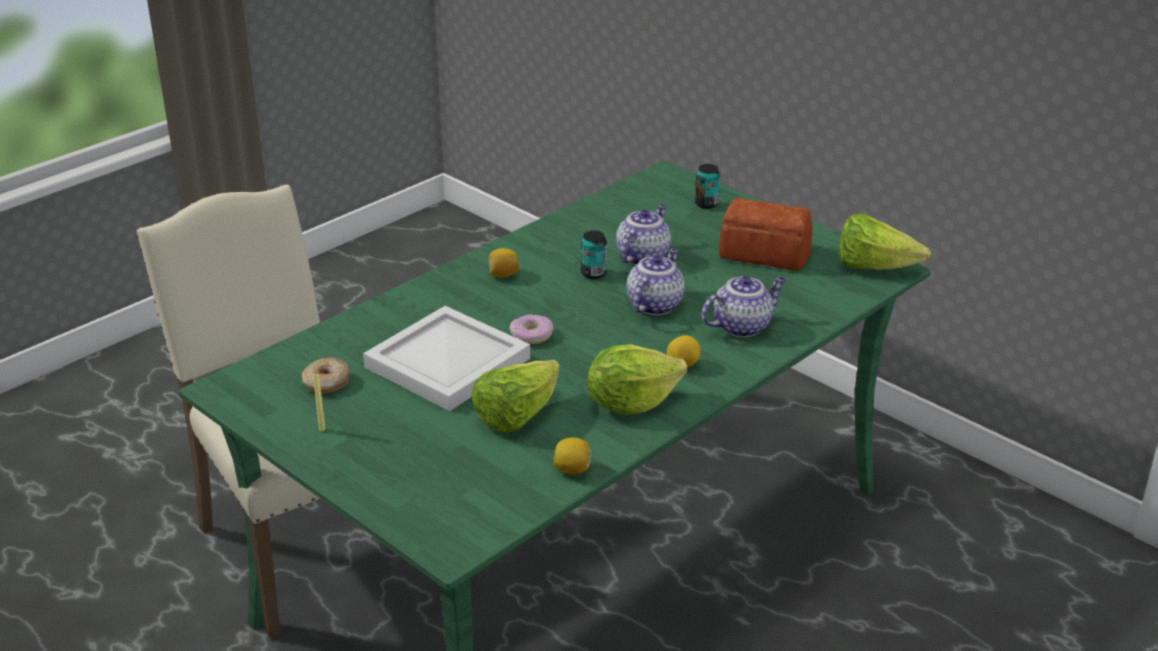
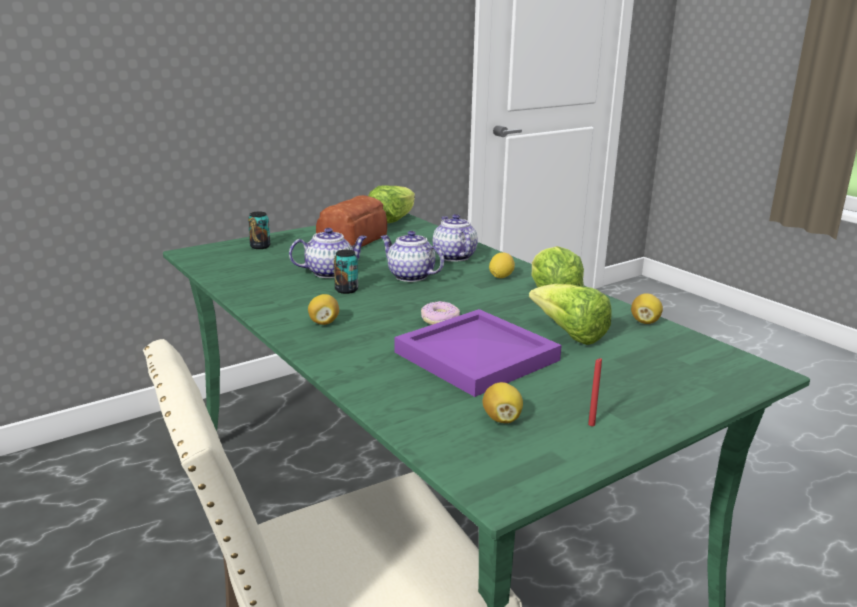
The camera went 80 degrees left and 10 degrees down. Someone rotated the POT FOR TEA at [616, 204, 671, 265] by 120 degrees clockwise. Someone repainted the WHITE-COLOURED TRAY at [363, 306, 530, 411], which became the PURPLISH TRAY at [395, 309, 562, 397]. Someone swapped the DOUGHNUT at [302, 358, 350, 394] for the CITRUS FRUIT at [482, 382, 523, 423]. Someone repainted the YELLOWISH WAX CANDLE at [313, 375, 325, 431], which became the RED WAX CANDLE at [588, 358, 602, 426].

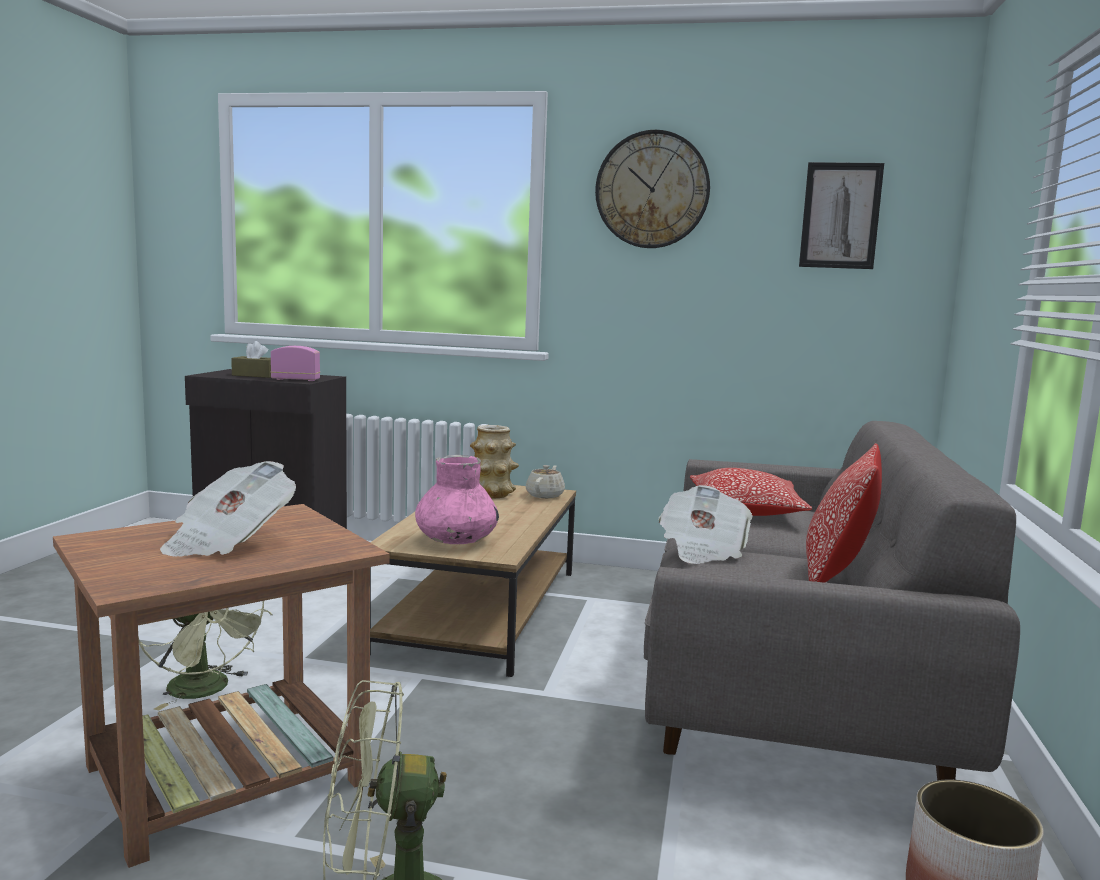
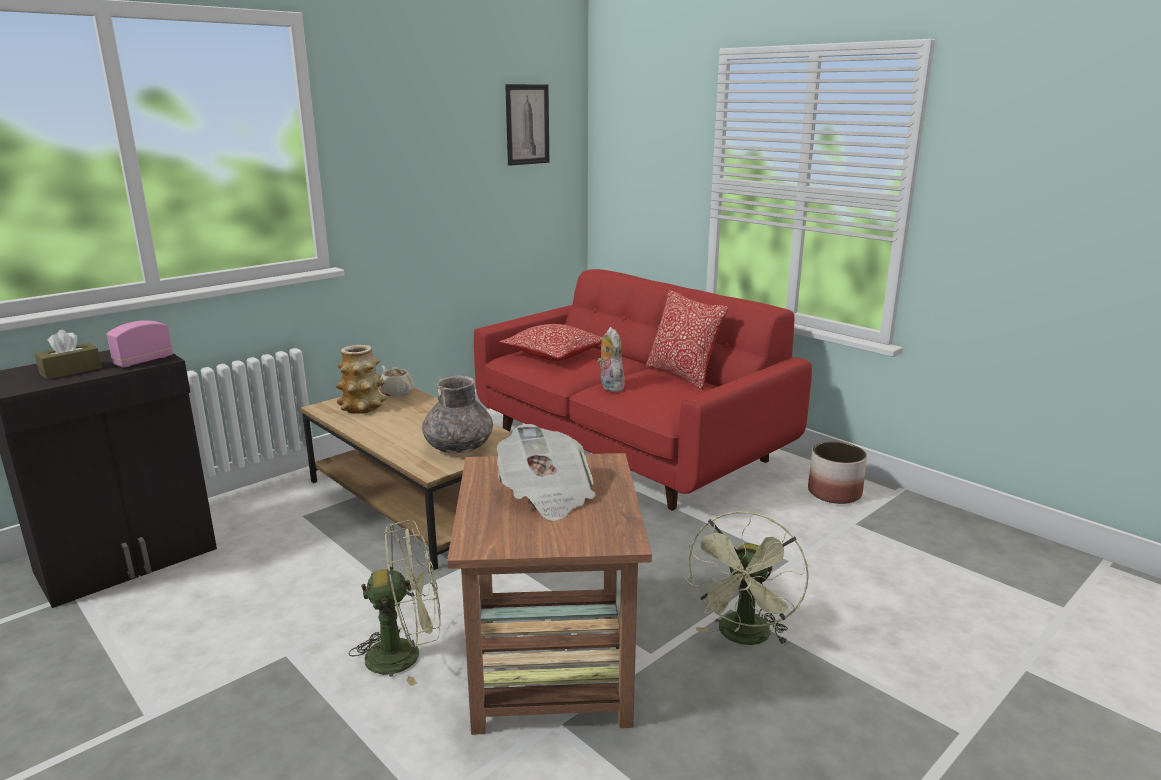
The camera went 55 degrees left and 10 degrees up. Someone took away the HANGING CLOCK at [595, 130, 710, 248]. Someone repainted the GREY SOFA at [644, 421, 1020, 780], which became the RED SOFA at [474, 269, 812, 510]. Someone repainted the PINK DECORATIVE VASE at [415, 455, 499, 544], which became the GREY DECORATIVE VASE at [422, 376, 493, 453]. Someone swapped the NEWSPAPER at [658, 485, 753, 564] for the SOFT TOY at [597, 327, 625, 392].

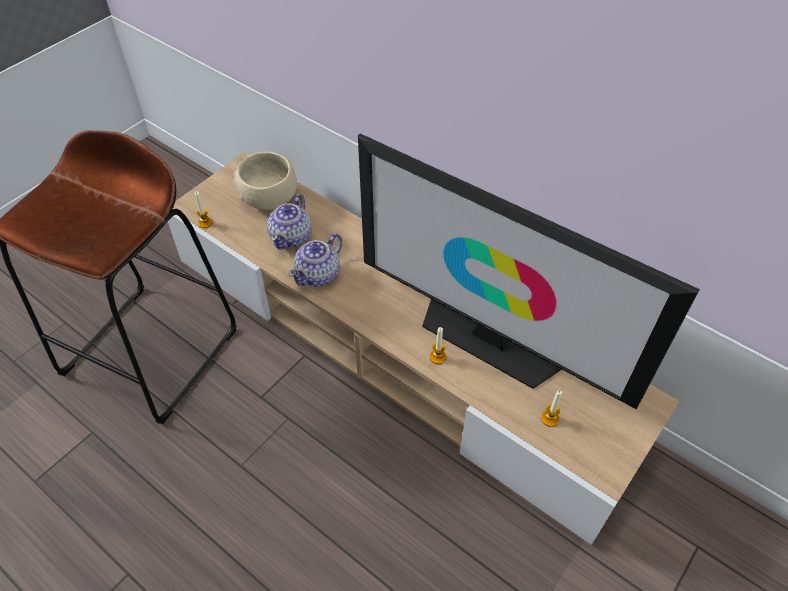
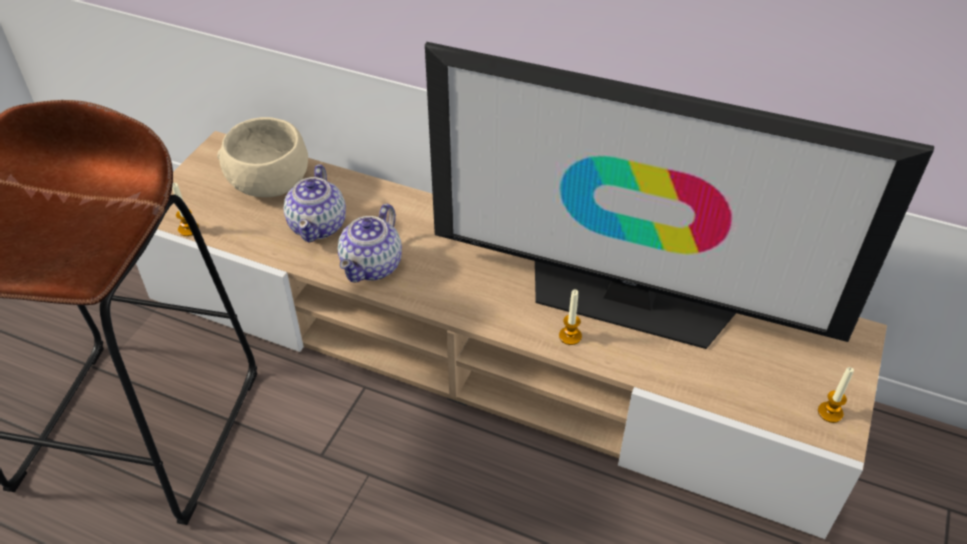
The camera went 15 degrees left and 5 degrees down. Someone carried the WAX CANDLE from [541, 391, 562, 427] to [818, 367, 854, 423].

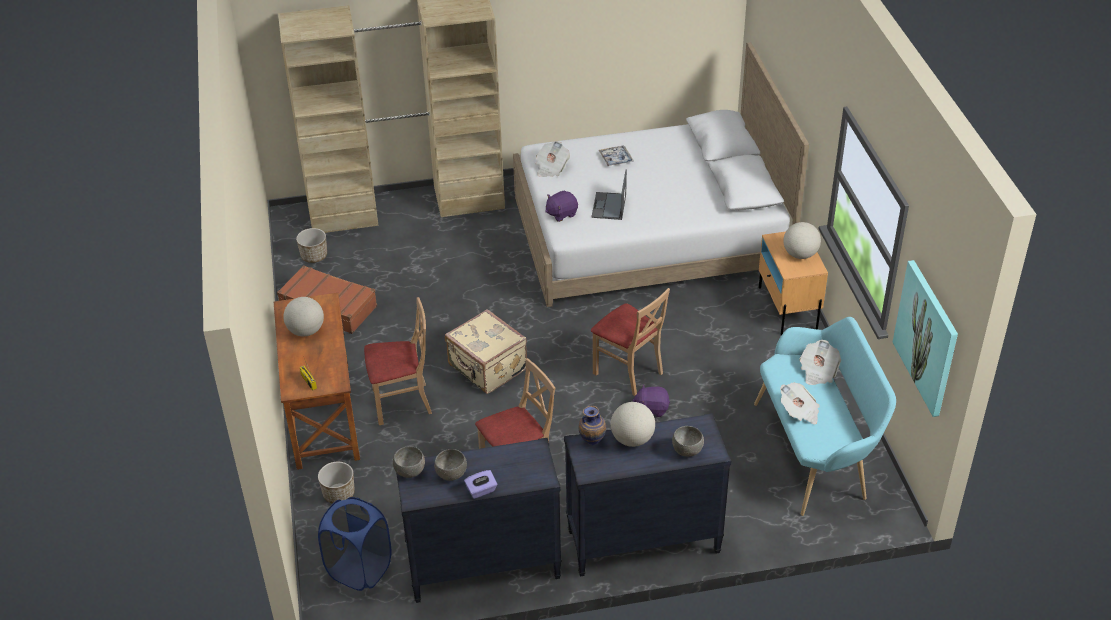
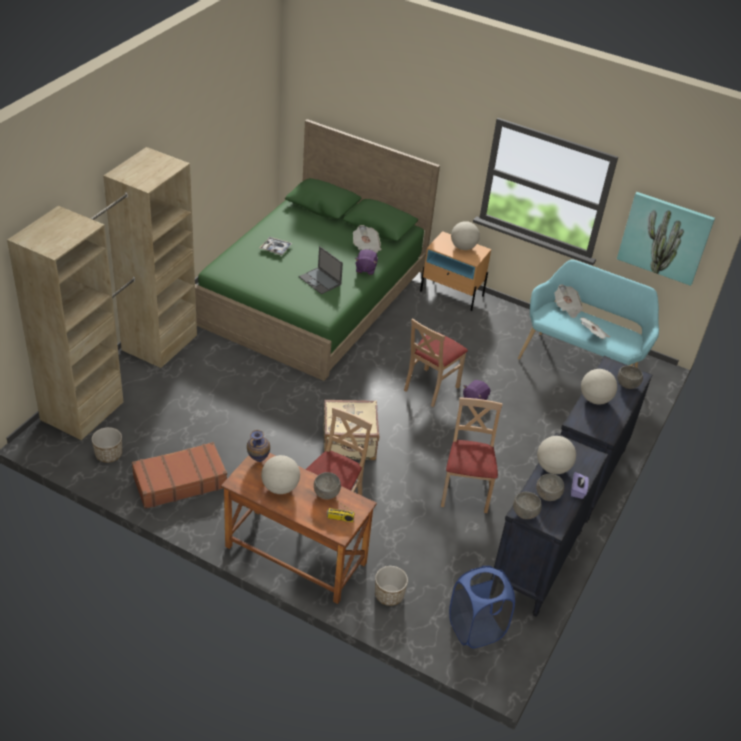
The camera went 55 degrees left and 0 degrees up. Someone repainted the WHITE-COLOURED BED at [513, 42, 809, 307], which became the GREEN BED at [195, 119, 440, 381]. Someone carried the NEWSPAPER from [536, 141, 570, 177] to [353, 225, 381, 253]. Someone carried the PURPLISH SOFT TOY from [545, 191, 578, 222] to [355, 249, 378, 275]. Someone rotated the BEIGE CHAIR at [591, 288, 670, 396] by 135 degrees clockwise. Someone carried the DECORATIVE VASE from [579, 406, 606, 445] to [247, 430, 270, 462]. Someone put down the WORLD GLOBE at [537, 436, 576, 474]. Someone put down the GREY SERVING BOWL at [314, 472, 341, 499].

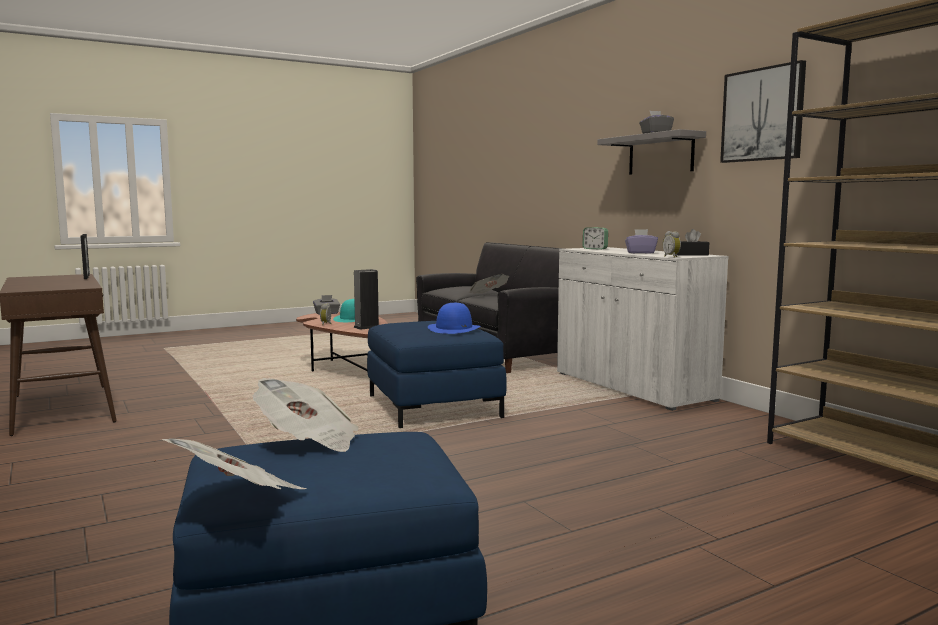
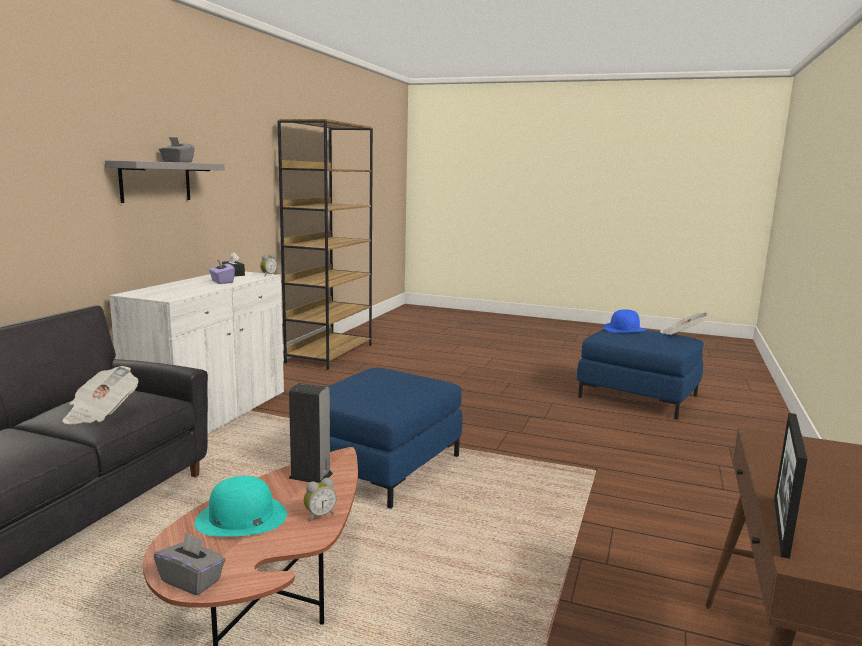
The camera went 130 degrees left and 5 degrees up. Someone took away the WALL ART at [720, 60, 806, 163]. Someone took away the ALARM CLOCK at [583, 227, 608, 250]. Someone carried the BLUISH WEARABLE HAT from [428, 303, 480, 334] to [603, 309, 646, 333]. Someone took away the NEWSPAPER at [253, 378, 359, 452].

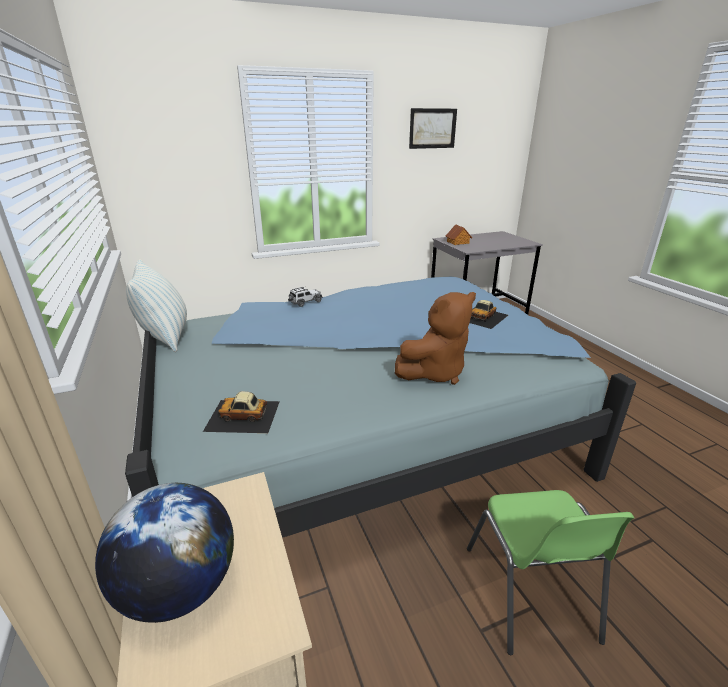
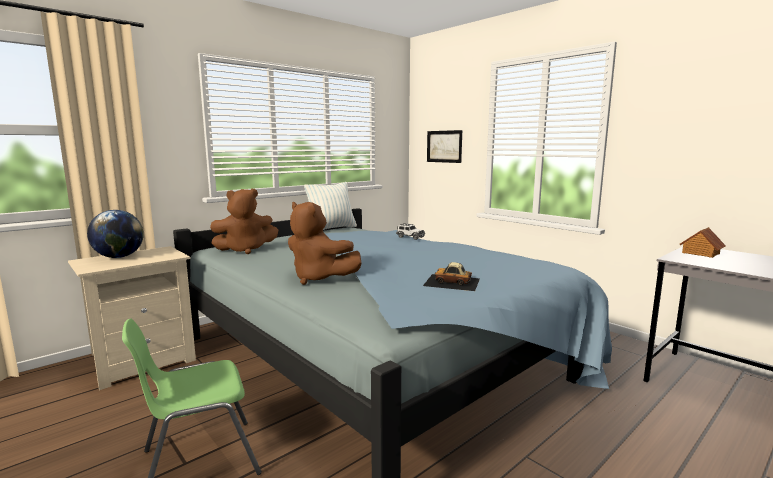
The camera went 70 degrees right and 15 degrees down. Someone carried the WALL ART from [409, 108, 457, 149] to [427, 130, 462, 163]. Someone swapped the MINIATURE CAR at [203, 391, 280, 433] for the BROWN SOFT TOY at [210, 189, 278, 254].

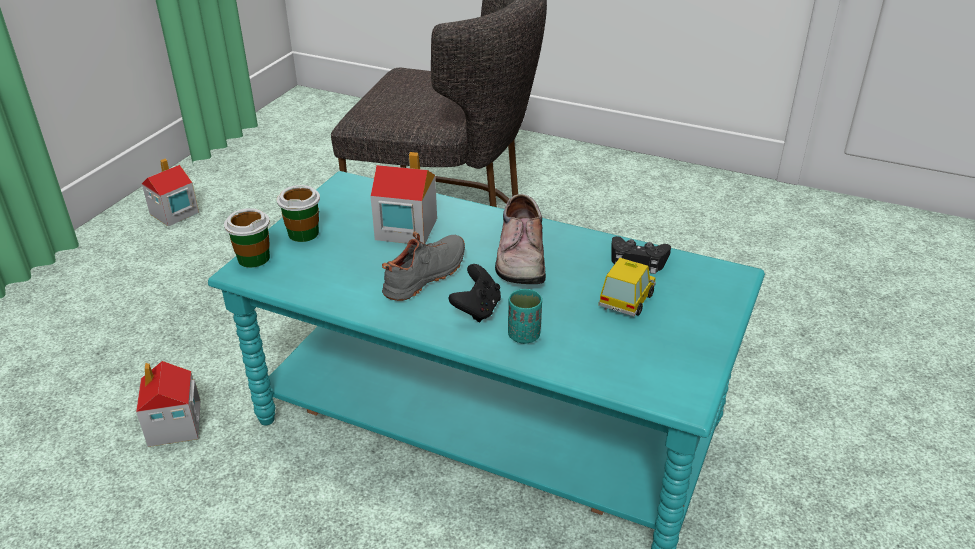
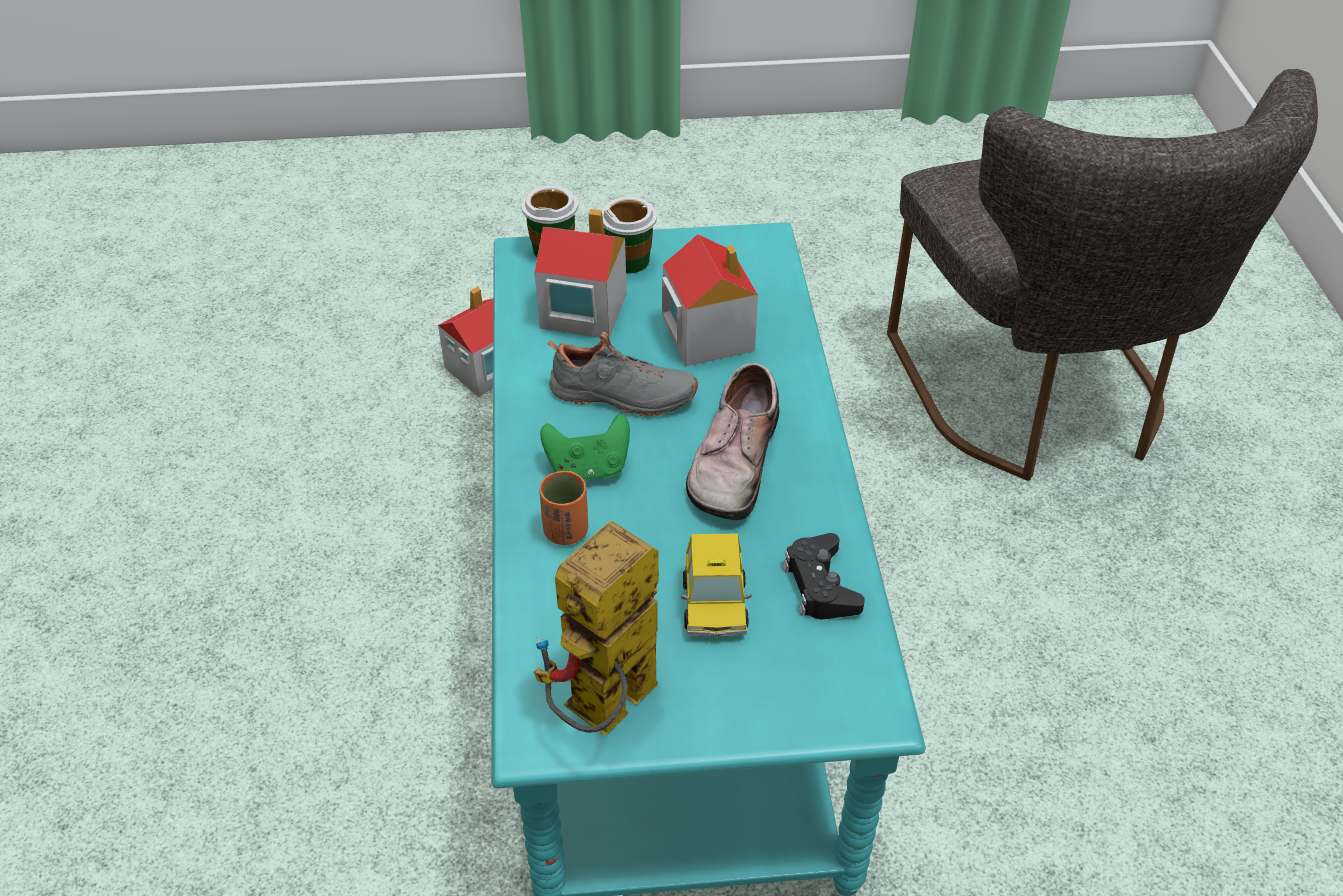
The camera went 60 degrees right and 10 degrees up. Someone carried the MODEL HOUSE from [142, 158, 199, 227] to [534, 209, 627, 338]. Someone rotated the ITEM OF FOOTWEAR at [495, 194, 546, 284] by 45 degrees counterclockwise. Someone rotated the MINIATURE CAR at [598, 258, 656, 317] by 90 degrees clockwise. Someone repainted the BLACKISH JOYPAD at [449, 264, 501, 323], which became the GREEN JOYPAD at [540, 414, 630, 480]. Someone repainted the TURQUOISE DRINKING CUP at [508, 289, 542, 344], which became the ORANGE DRINKING CUP at [539, 471, 588, 545]. Someone put down the MODEL ROBOT at [534, 521, 659, 735].

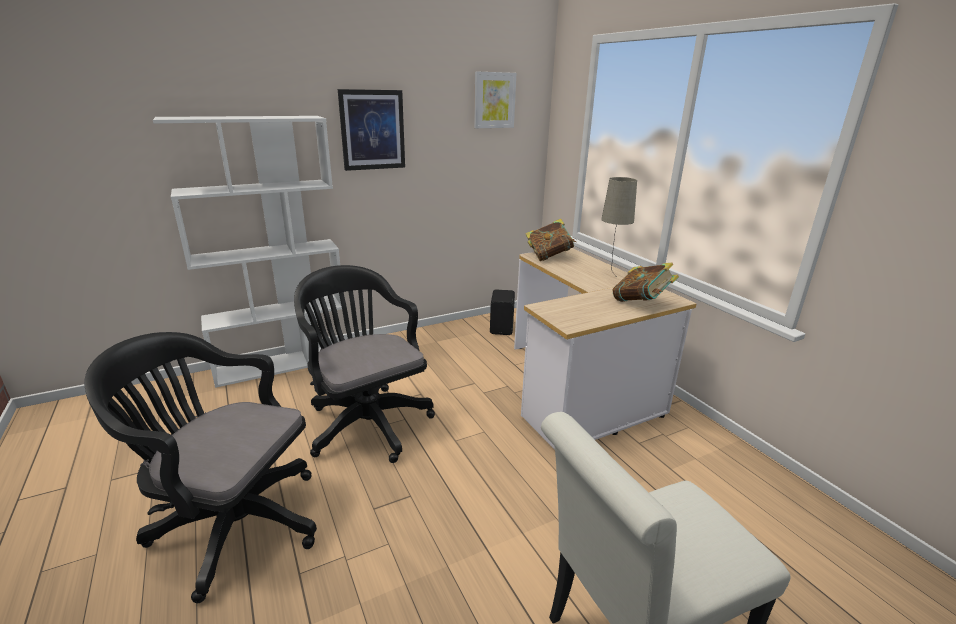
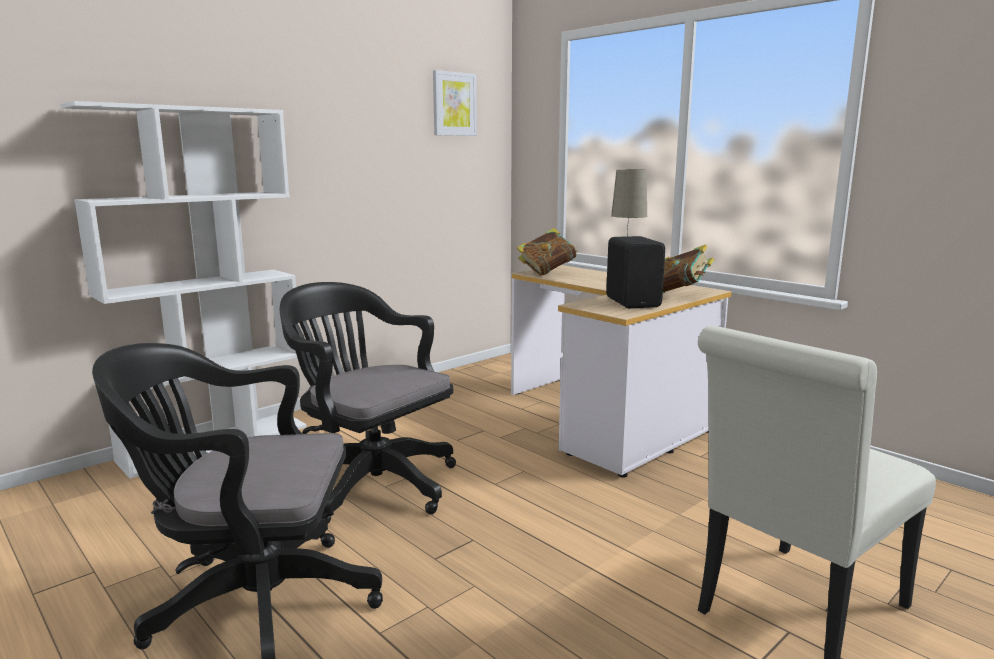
The camera went 15 degrees left and 10 degrees down. Someone took away the WALL ART at [338, 89, 405, 171]. Someone carried the BLACKISH SPEAKER from [490, 289, 515, 335] to [606, 236, 665, 308].

